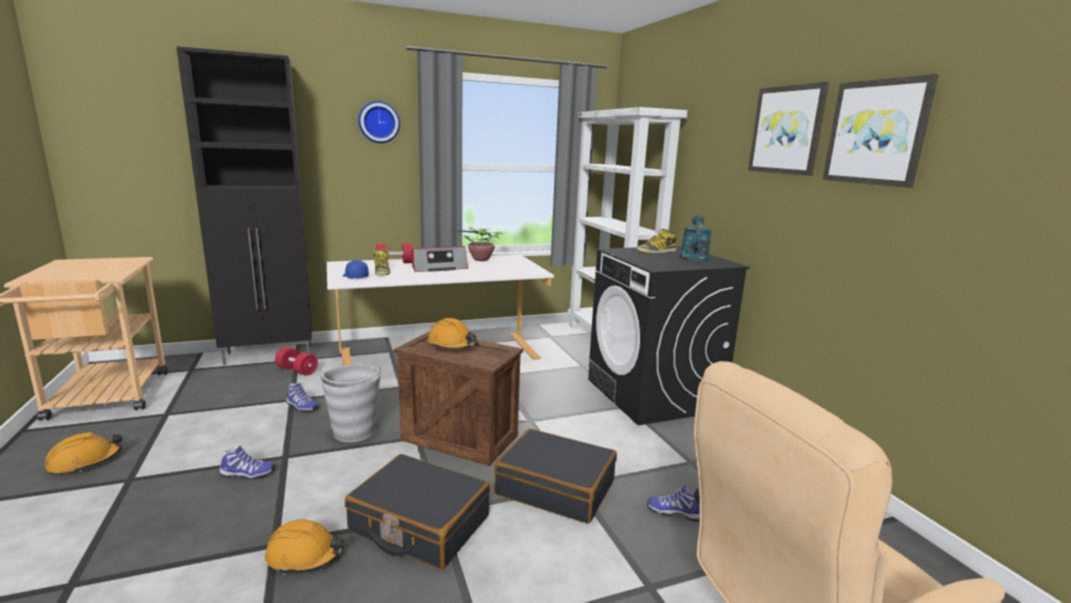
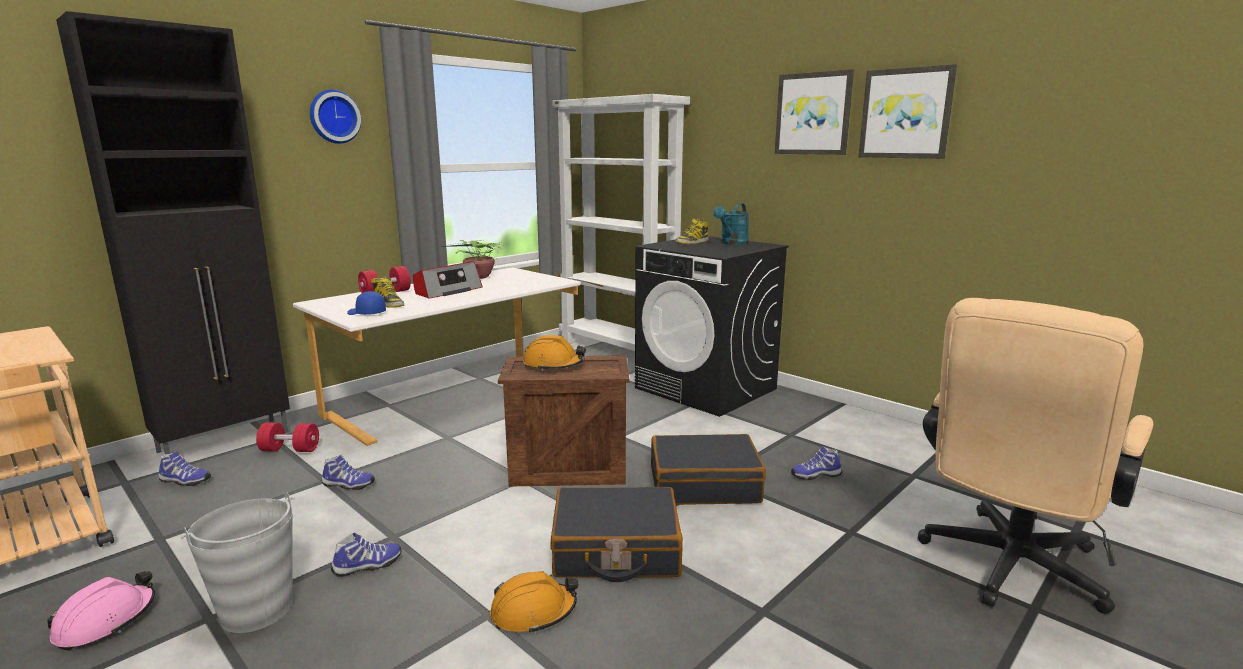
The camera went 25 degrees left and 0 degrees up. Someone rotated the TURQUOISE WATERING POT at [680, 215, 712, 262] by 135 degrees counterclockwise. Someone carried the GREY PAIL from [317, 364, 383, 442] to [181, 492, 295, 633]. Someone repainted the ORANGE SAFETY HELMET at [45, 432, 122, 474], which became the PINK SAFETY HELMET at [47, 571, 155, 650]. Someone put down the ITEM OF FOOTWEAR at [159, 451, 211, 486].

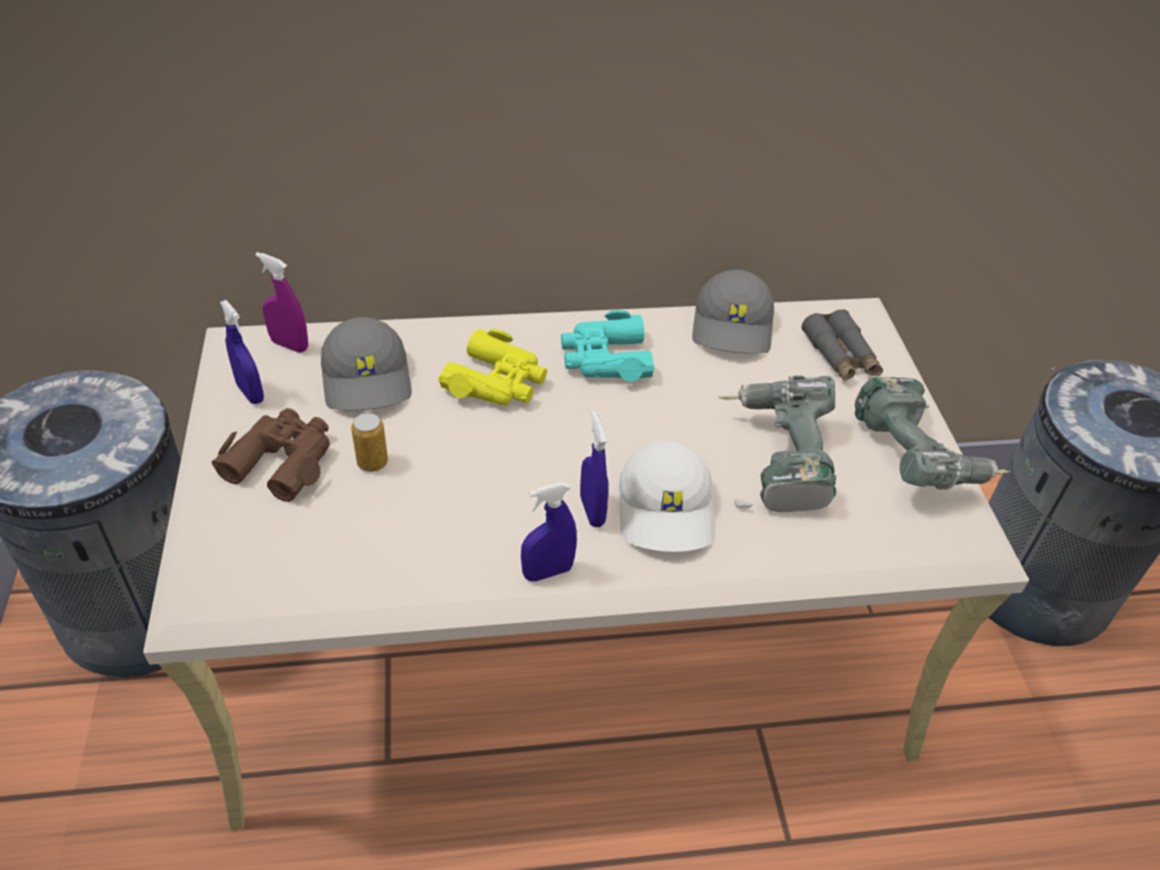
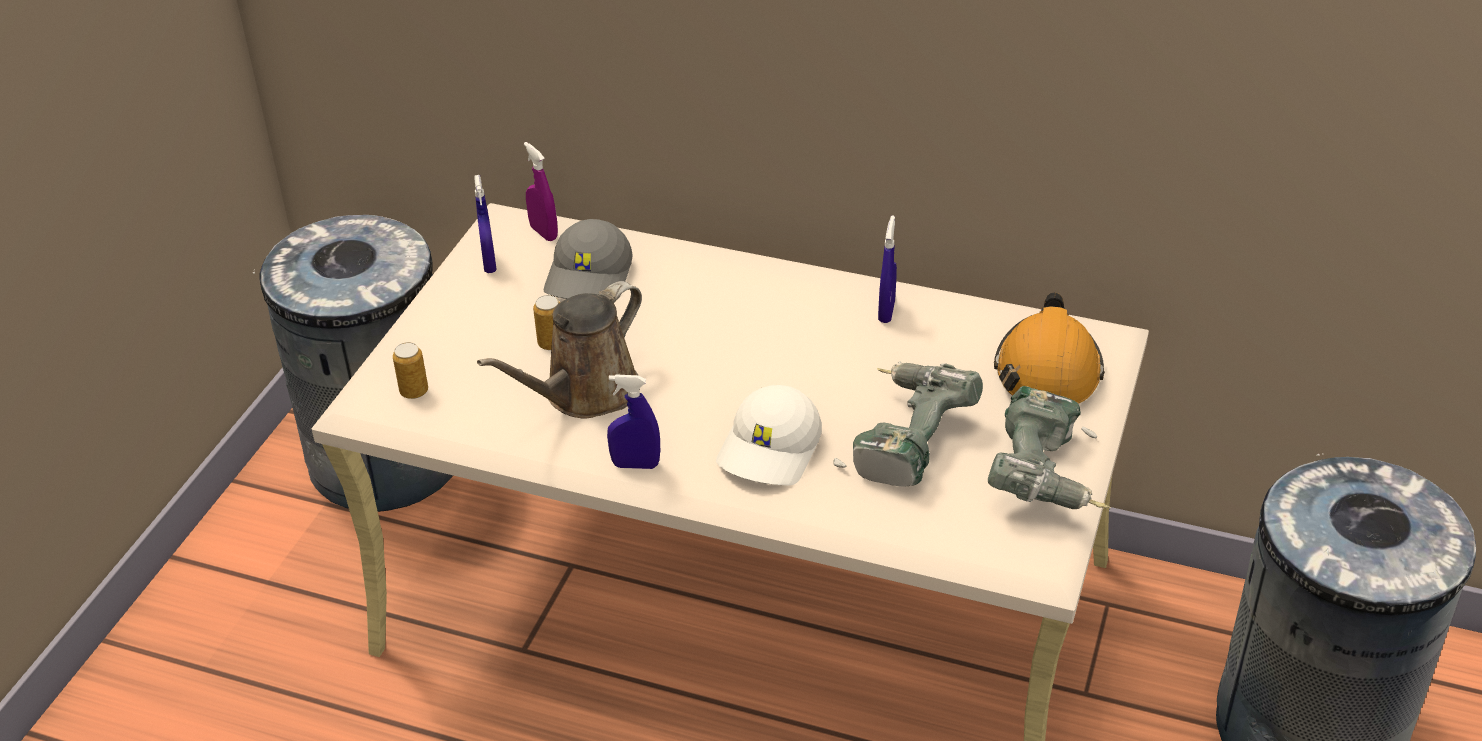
The camera went 30 degrees right and 5 degrees down. Someone took away the GREY PEAKED CAP at [692, 270, 774, 354]. Someone swapped the GREY FIELD GLASSES at [802, 309, 883, 382] for the ORANGE SAFETY HELMET at [994, 293, 1105, 404]. Someone took away the TURQUOISE FIELD GLASSES at [561, 310, 655, 381]. Someone took away the YELLOWISH FIELD GLASSES at [438, 329, 547, 406]. Someone took away the BROWN FIELD GLASSES at [211, 408, 330, 502]. Someone carried the BLUISH SPRAY BOTTLE from [580, 410, 608, 527] to [878, 216, 897, 323]. Someone put down the BROWN WATERING POT at [477, 281, 642, 419]. Someone put down the METAL CAN at [393, 342, 428, 399].

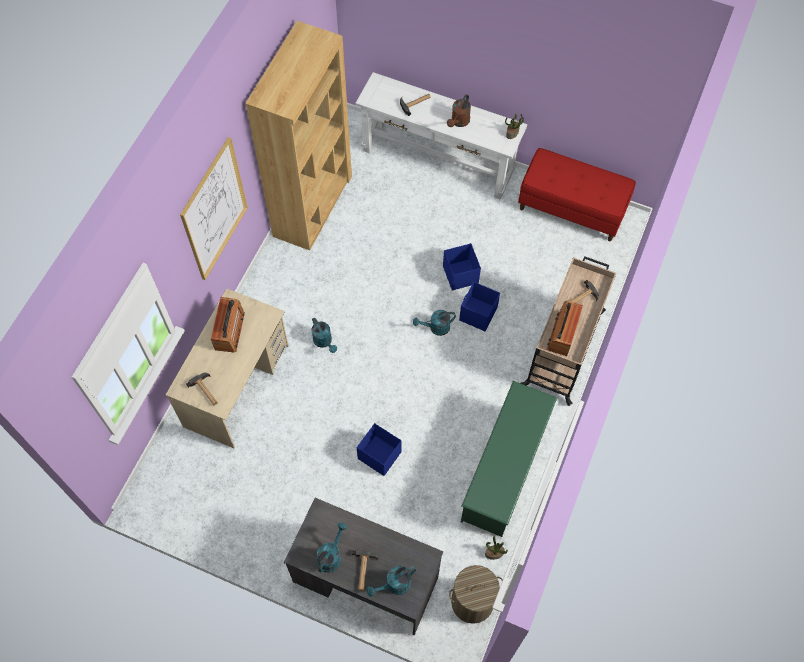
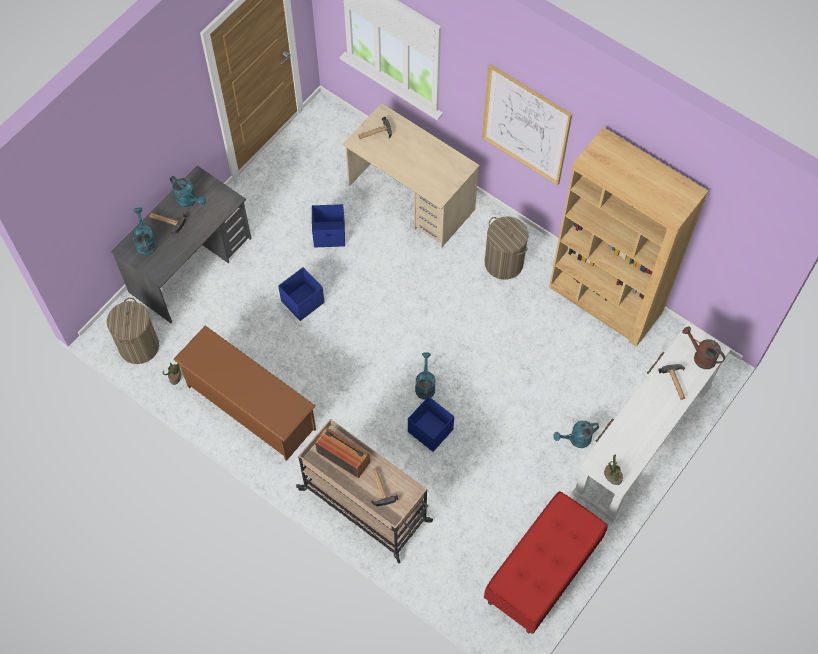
The camera went 105 degrees right and 0 degrees up. Someone carried the BROWN WATERING POT from [447, 94, 471, 127] to [682, 326, 725, 369]. Someone carried the BLUISH STORAGE BOX from [443, 243, 481, 291] to [312, 204, 345, 248]. Someone took away the RADIO RECEIVER at [211, 297, 245, 353]. Someone carried the TURQUOISE WATERING POT from [311, 318, 337, 353] to [553, 421, 599, 448]. Someone repainted the GREEN SHOE STAND at [461, 381, 557, 537], which became the BROWN SHOE STAND at [173, 325, 316, 461]. Someone put down the LAUNDRY BASKET at [485, 217, 528, 280].

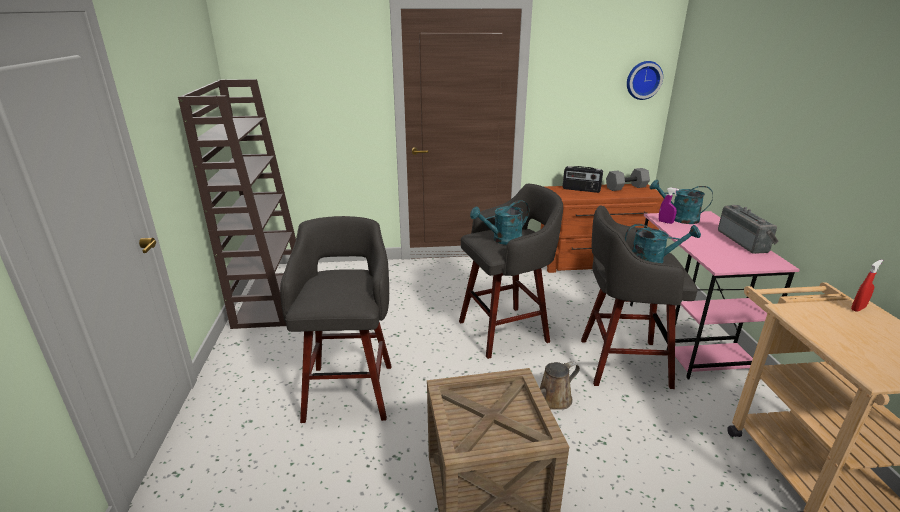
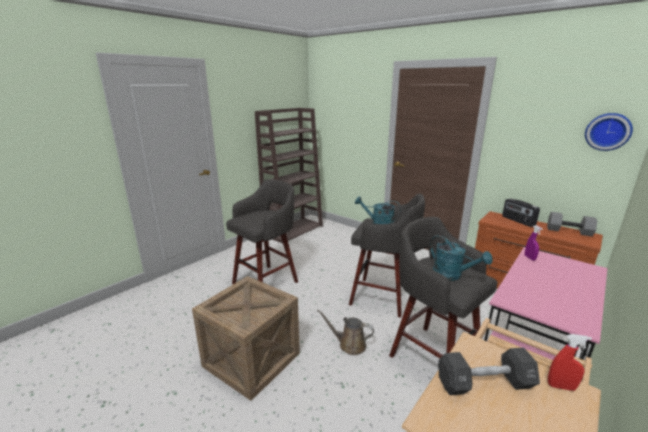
The camera went 45 degrees right and 5 degrees down. Someone took away the TURQUOISE WATERING POT at [649, 180, 713, 224]. Someone took away the RADIO RECEIVER at [718, 205, 779, 254]. Someone put down the BLACKISH DUMBBELL at [438, 347, 540, 395].

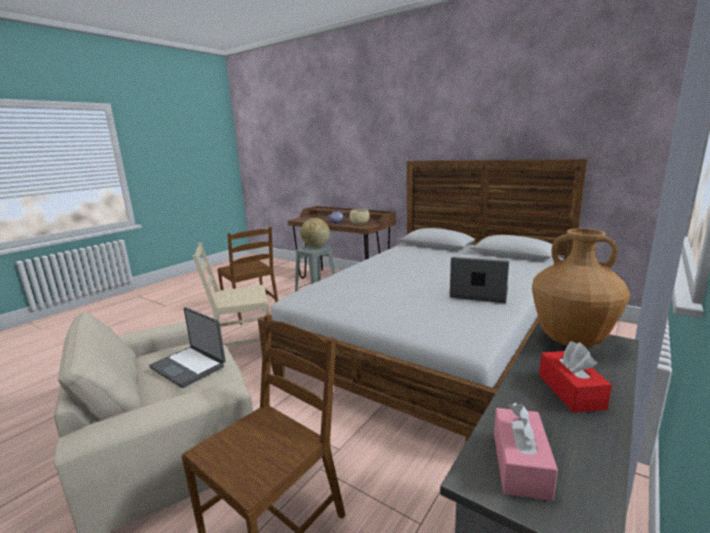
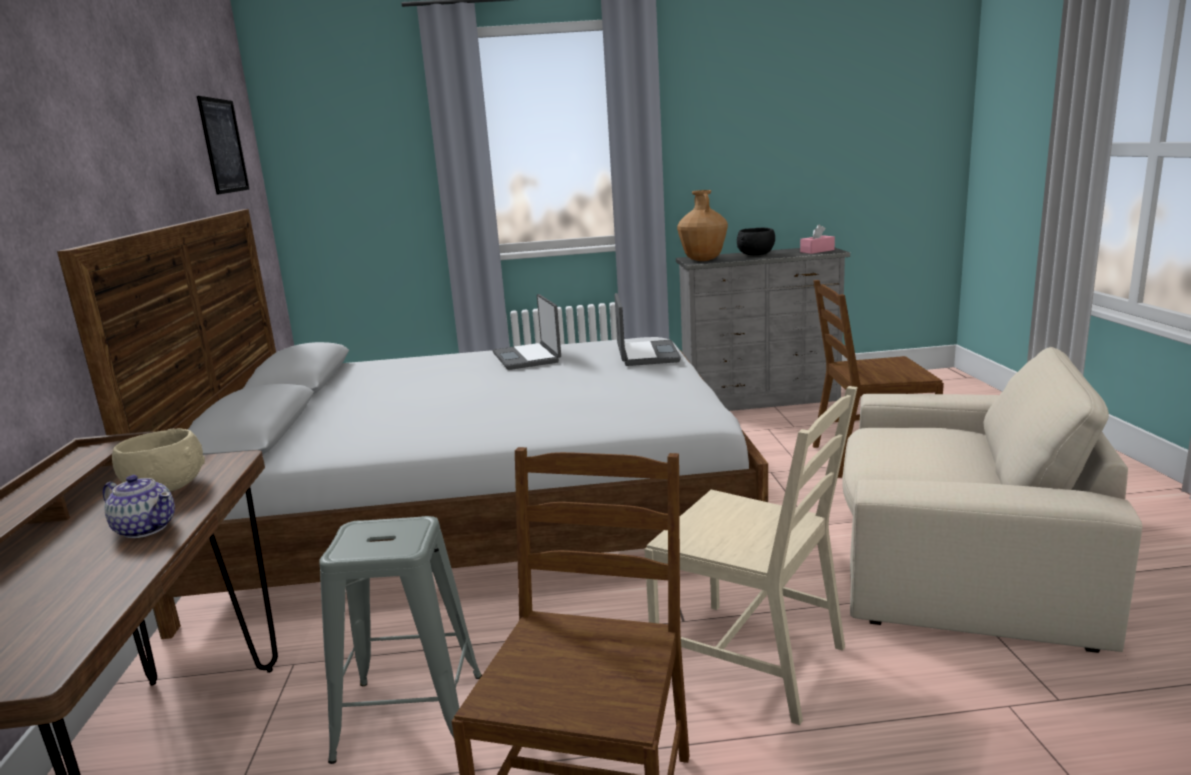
The camera went 130 degrees left and 0 degrees up. Someone took away the WORLD GLOBE at [300, 218, 330, 247]. Someone carried the LAPTOP from [149, 307, 226, 388] to [614, 293, 681, 366]. Someone swapped the RED BOX OF TISSUES at [539, 341, 612, 413] for the BLACKISH SERVING BOWL at [737, 228, 775, 255]. Someone put up the WALL ART at [197, 96, 250, 195].

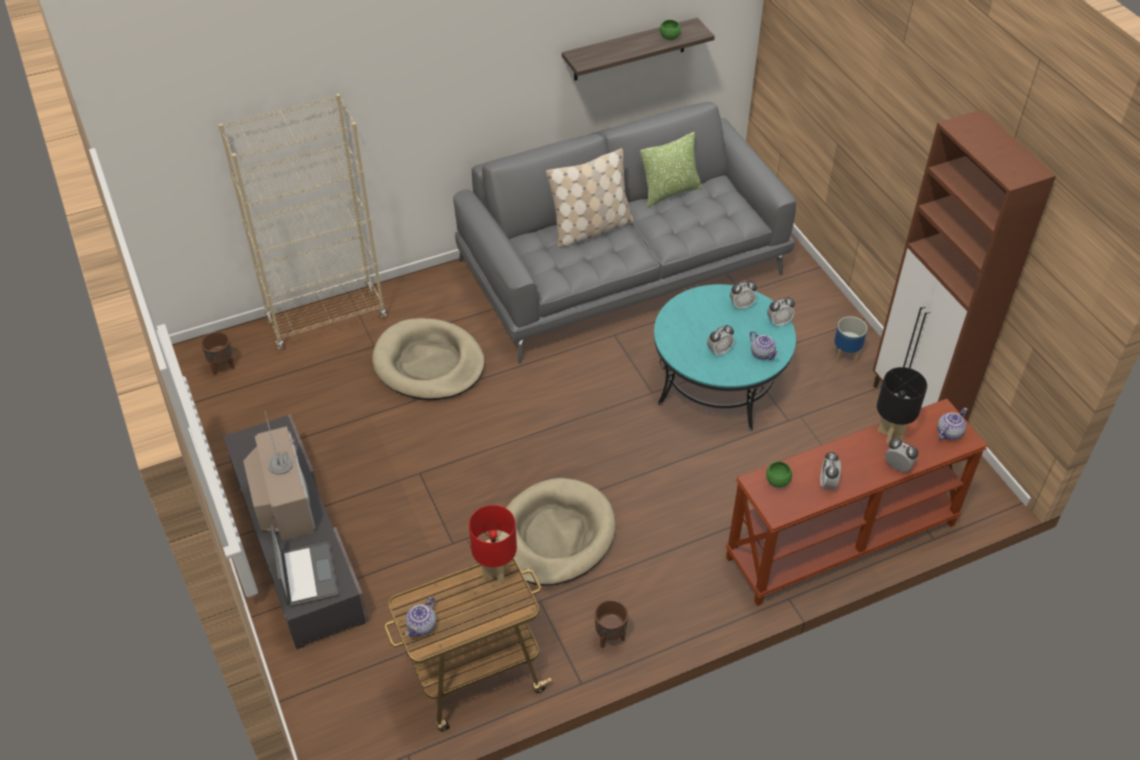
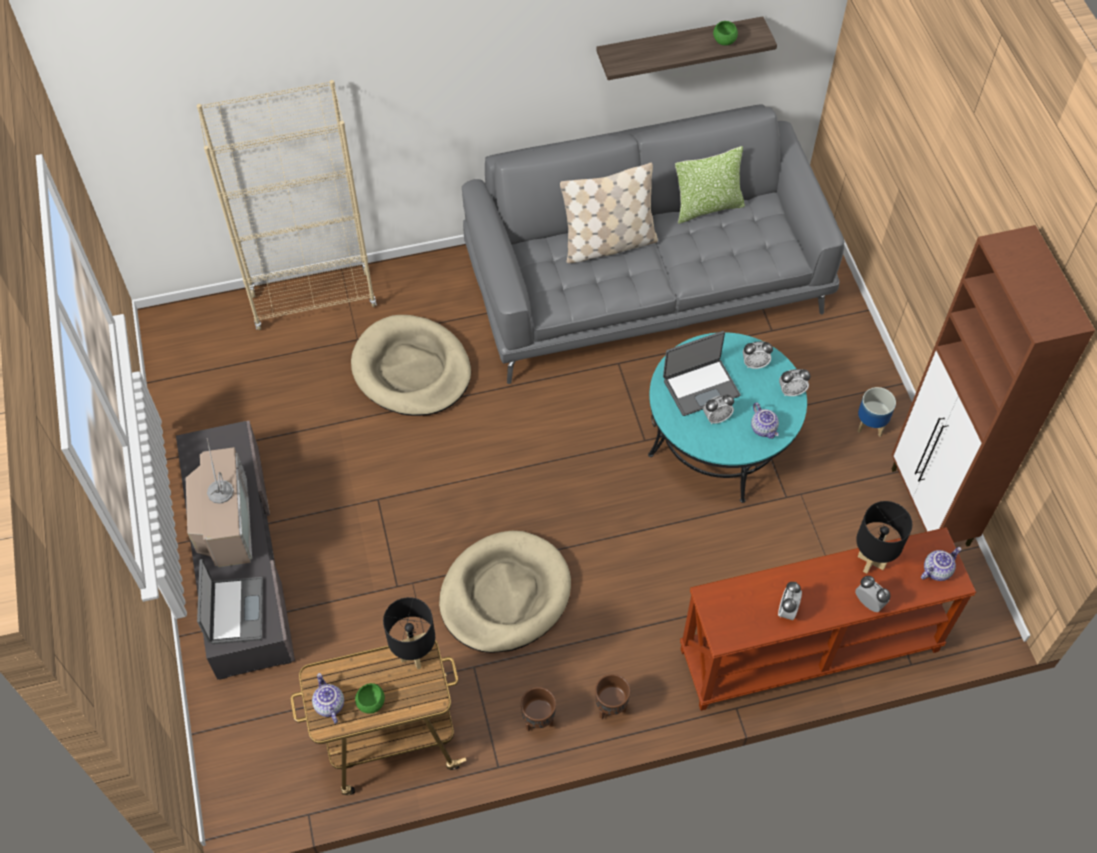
The camera went 10 degrees right and 10 degrees up. Someone carried the BROWN PLANT POT from [201, 332, 235, 375] to [595, 674, 630, 719]. Someone carried the GREEN SERVING BOWL from [766, 461, 792, 487] to [355, 683, 385, 714]. Someone repainted the RED TABLETOP LAMP at [469, 505, 517, 583], which became the BLACKISH TABLETOP LAMP at [383, 597, 435, 669]. Someone rotated the POT FOR TEA at [405, 597, 436, 638] by 120 degrees clockwise. Someone put down the LAPTOP at [663, 331, 740, 416].

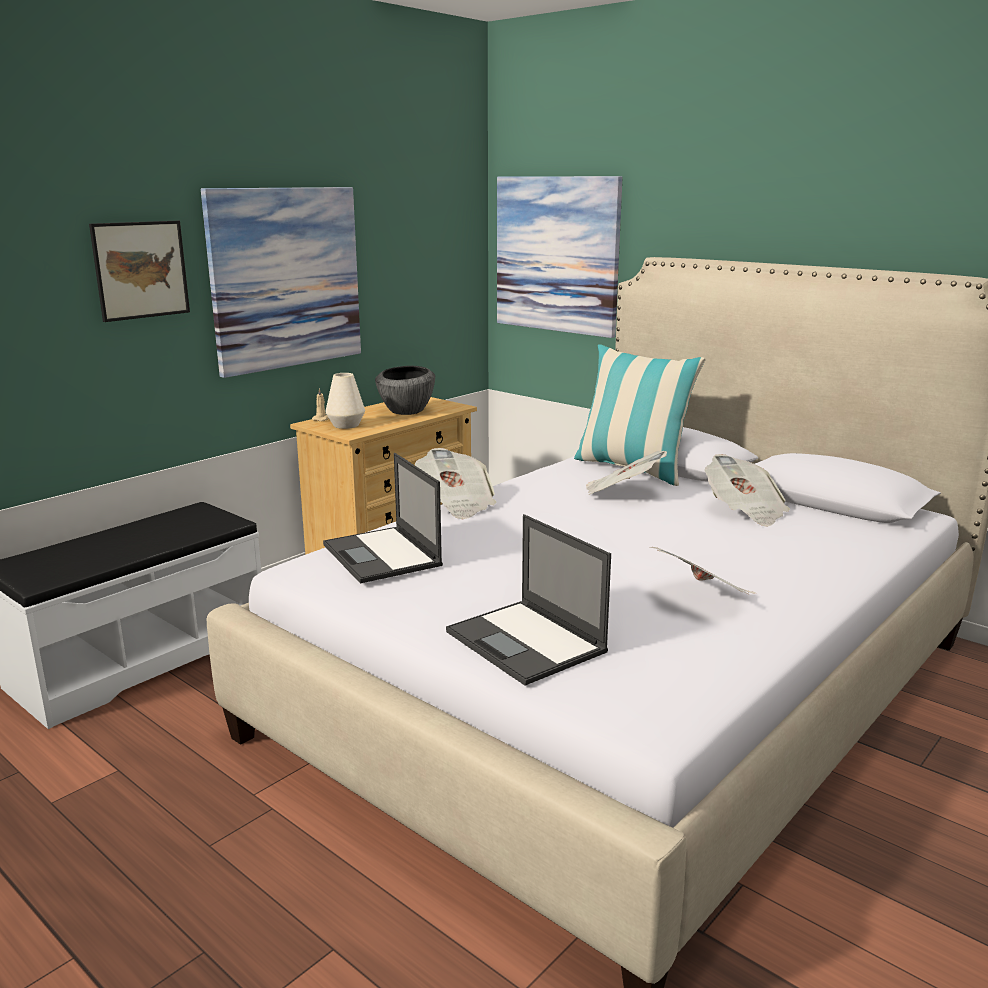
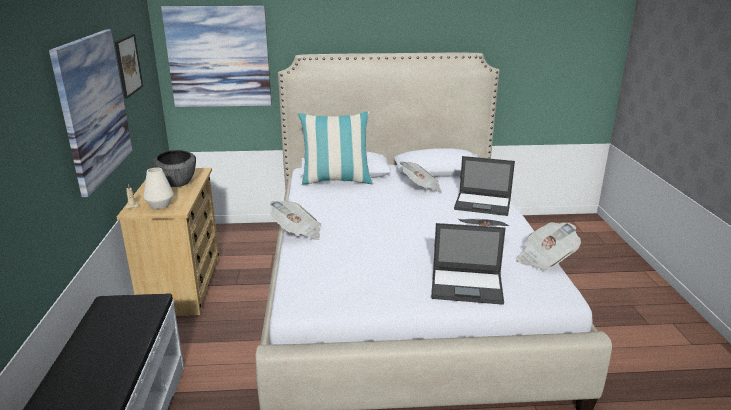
The camera went 45 degrees left and 5 degrees up. Someone carried the WALL ART from [89, 221, 190, 322] to [115, 34, 143, 99]. Someone carried the NEWSPAPER from [586, 451, 667, 495] to [516, 222, 581, 270]. Someone carried the LAPTOP from [323, 453, 443, 584] to [454, 156, 515, 216].

